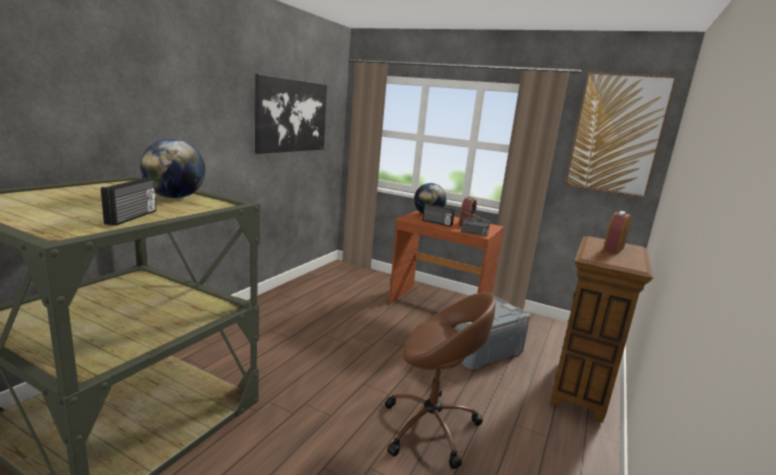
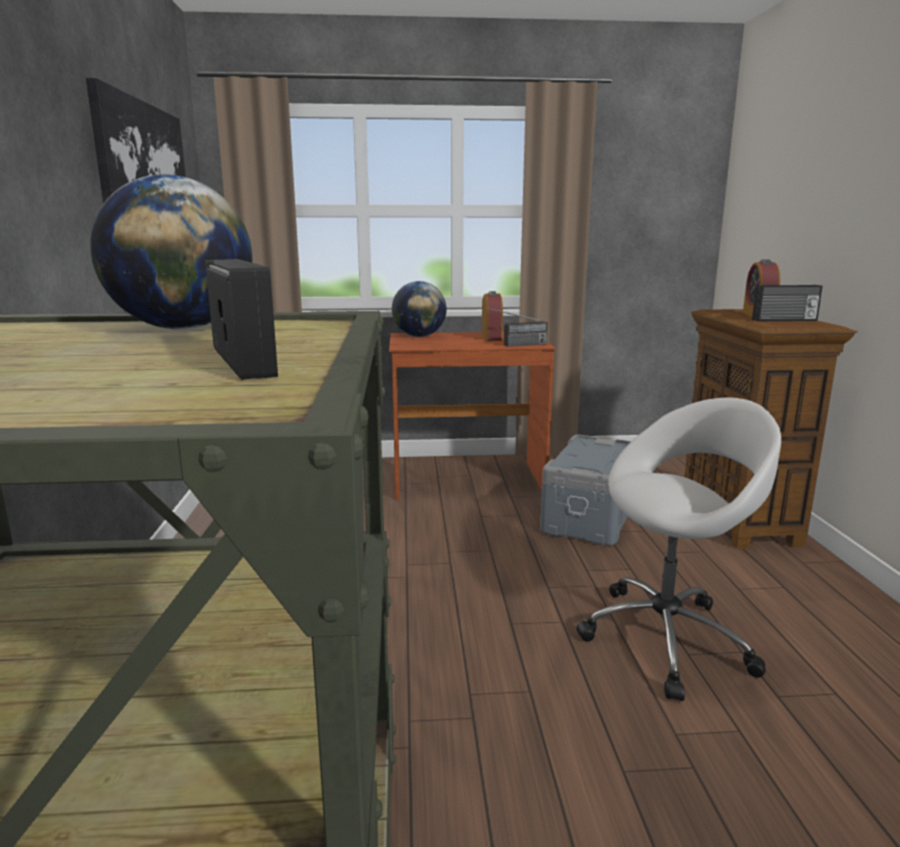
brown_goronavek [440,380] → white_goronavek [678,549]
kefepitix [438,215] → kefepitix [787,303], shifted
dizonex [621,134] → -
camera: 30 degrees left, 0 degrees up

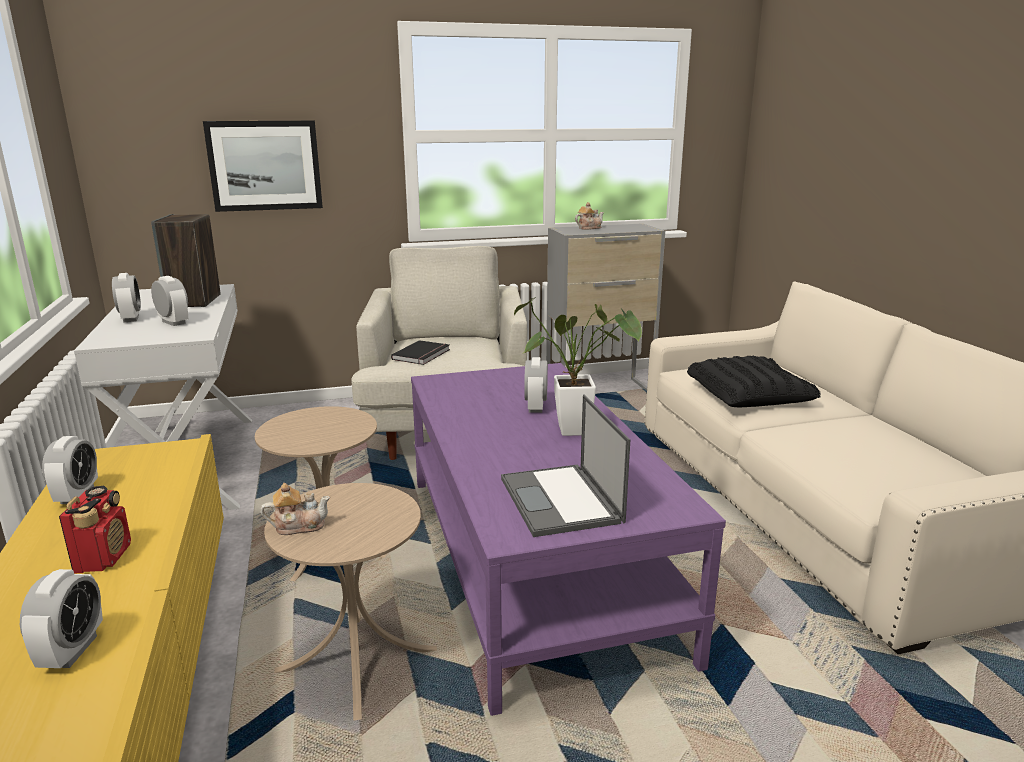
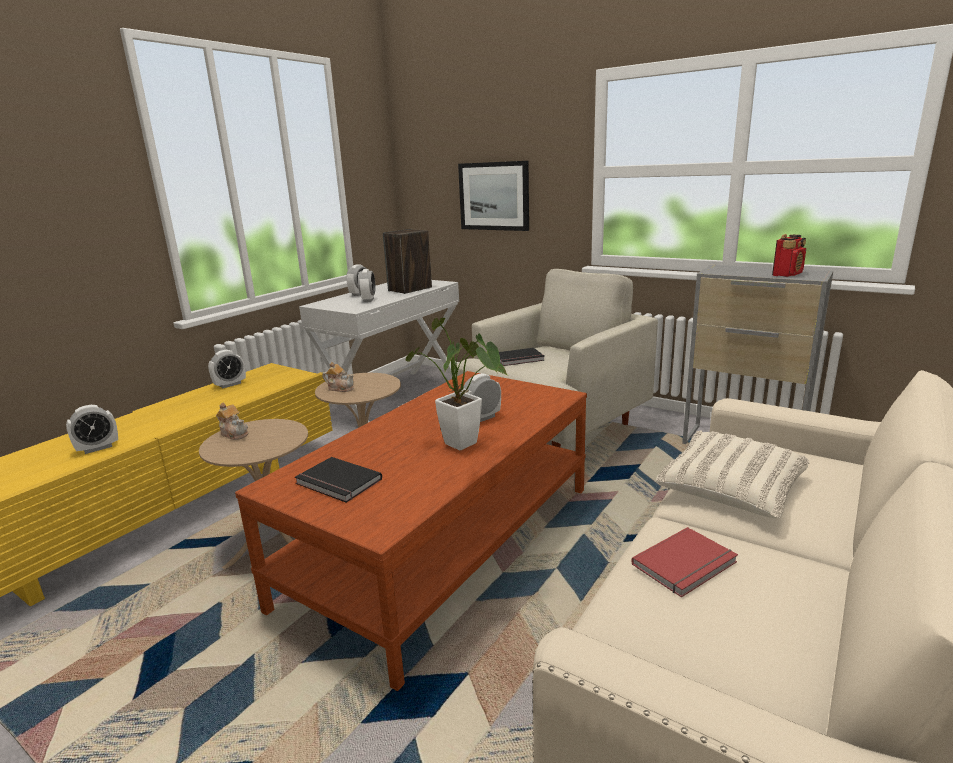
kefepitix [95,529] → kefepitix [789,255], shifted
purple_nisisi [568,539] → brown_nisisi [411,531]
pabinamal [565,466] → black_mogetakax [338,479]
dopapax [589,216] → dopapax [338,377], shifted
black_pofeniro [754,381] → beige_pofeniro [733,474]
- → red_mogetakax [684,562]
camera: 50 degrees right, 0 degrees up

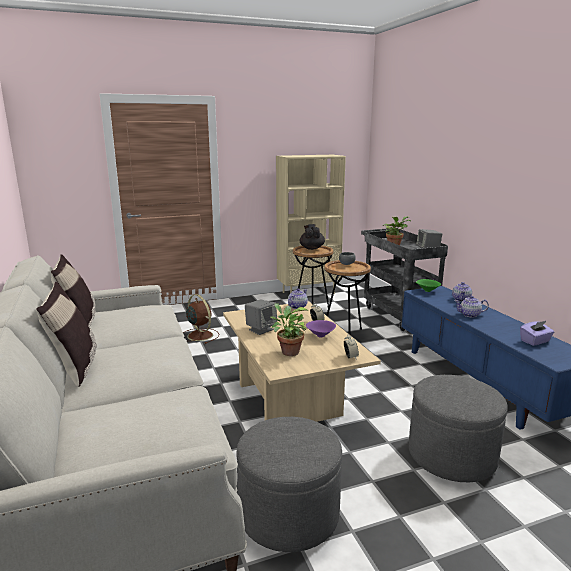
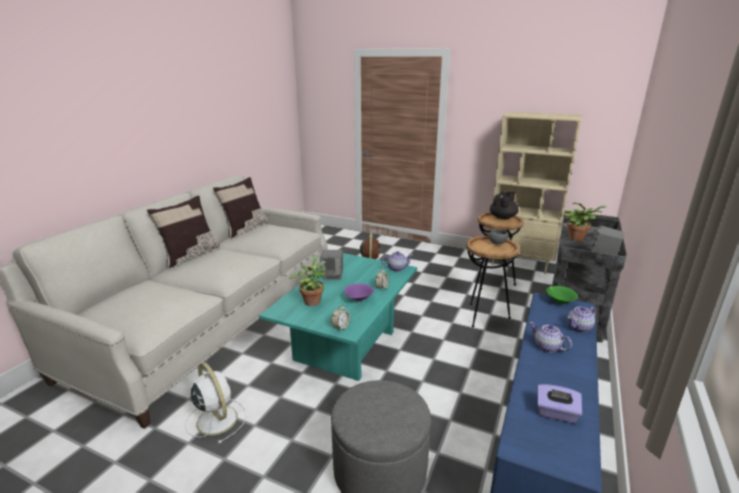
beige_nisisi [302,361] → turquoise_nisisi [338,317]
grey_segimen [289,484] → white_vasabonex [215,403]
camera: 45 degrees right, 5 degrees up

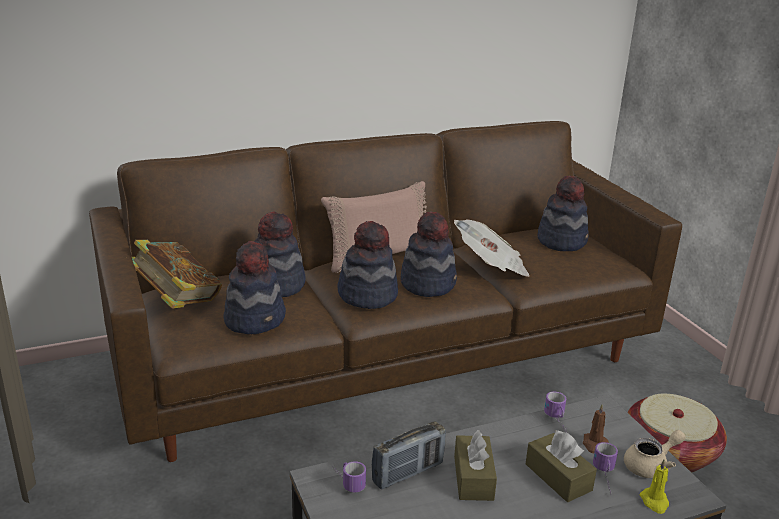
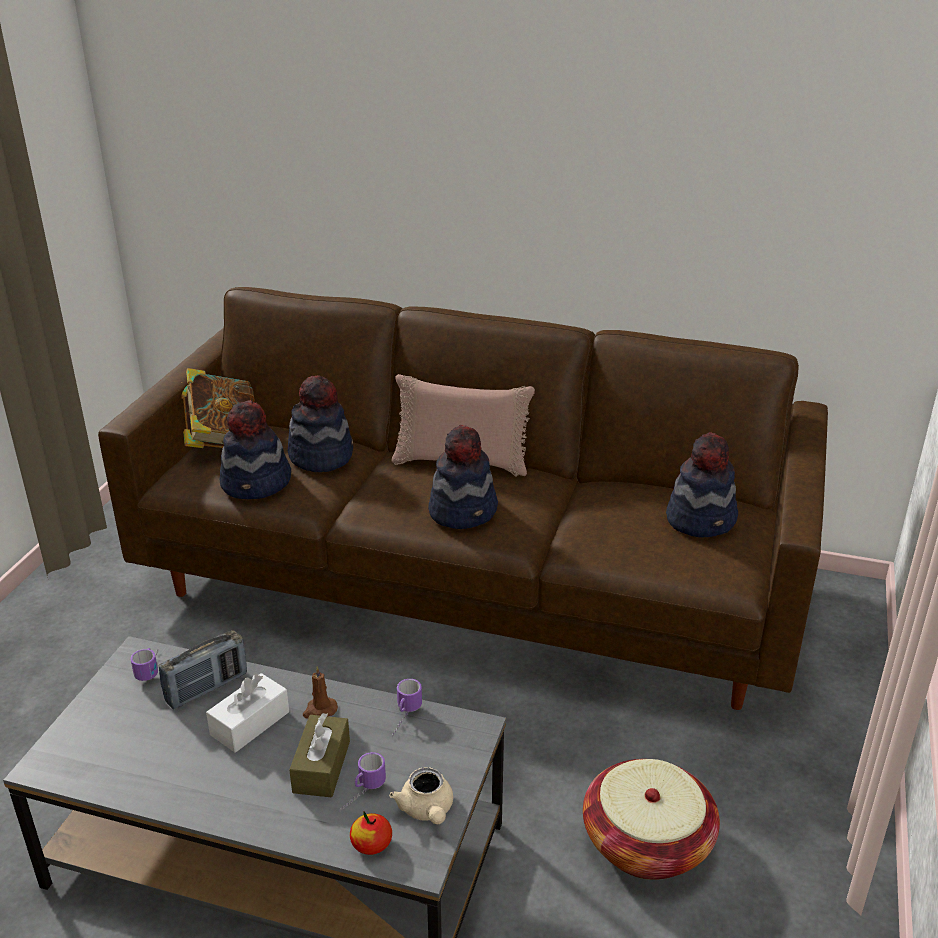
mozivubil [367,265] → -
kefepitix [408,455] → kefepitix [203,669], 45 degrees counterclockwise
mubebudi [492,248] → -
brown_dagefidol [475,465] → white_dagefidol [247,713]
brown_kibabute [596,429] → brown_kibabute [320,692], shifted
beige_dopapax [654,454] → beige_dopapax [421,795], 60 degrees clockwise
yellow_kibabute [654,487] → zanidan [371,833]
camera: 40 degrees right, 5 degrees up

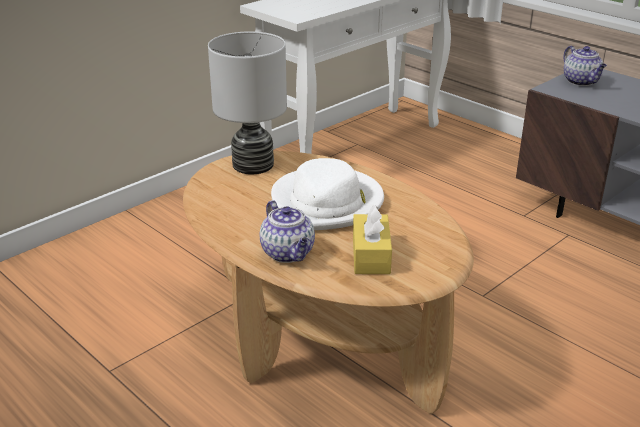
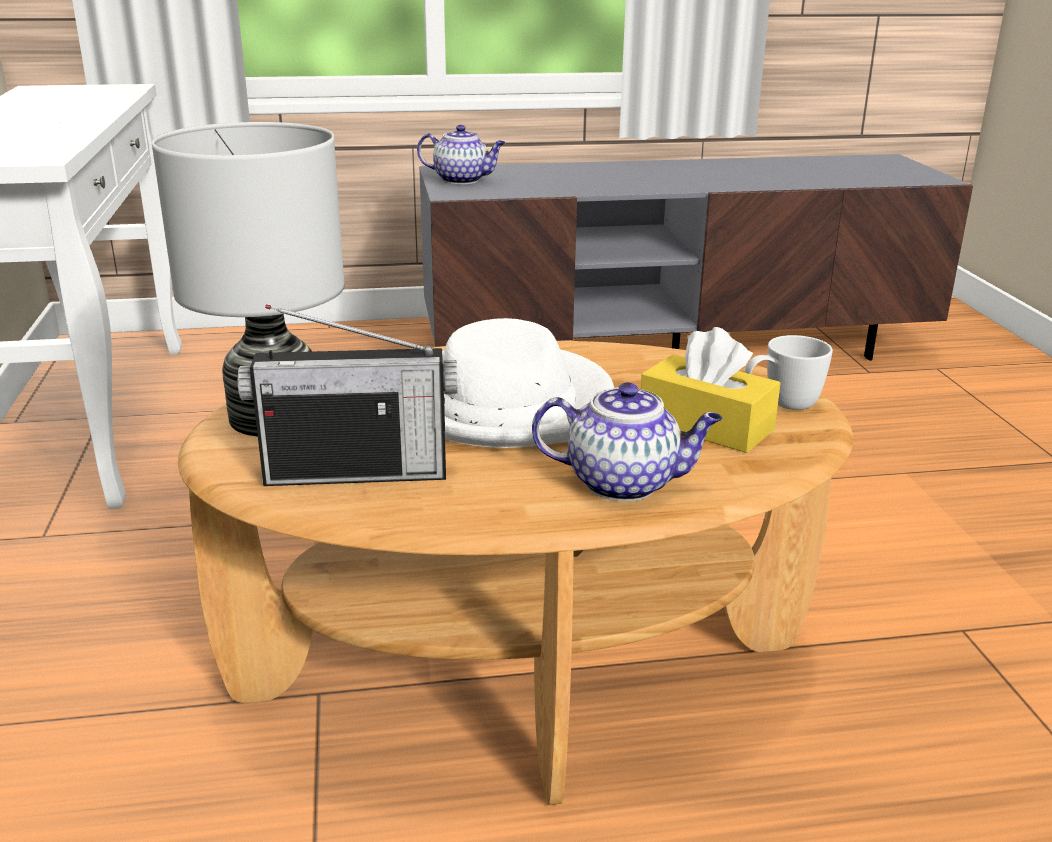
- → kefepitix [347,395]
- → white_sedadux [789,372]
camera: 55 degrees left, 5 degrees down

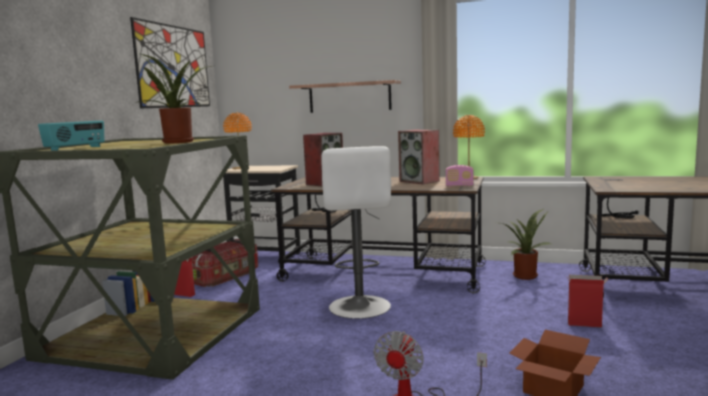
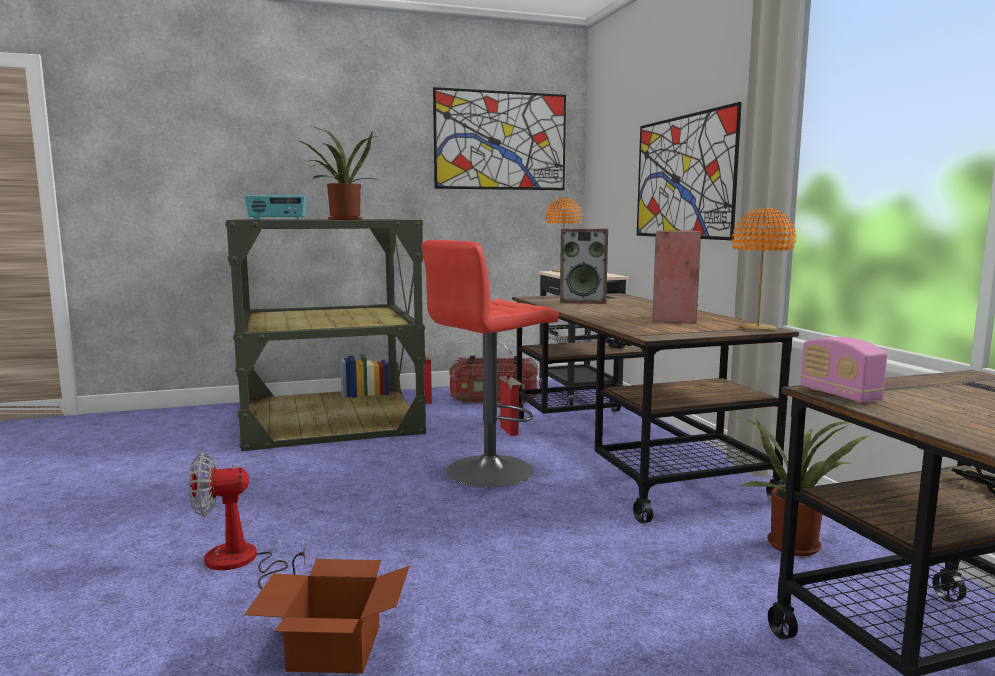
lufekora [345,96] → dizonex [689,171]
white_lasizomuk [356,232] → red_lasizomuk [490,363]
kefepitix [460,176] → kefepitix [843,370], shifted
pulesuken [587,301] → pulesuken [510,406], shifted
camera: 55 degrees right, 0 degrees up

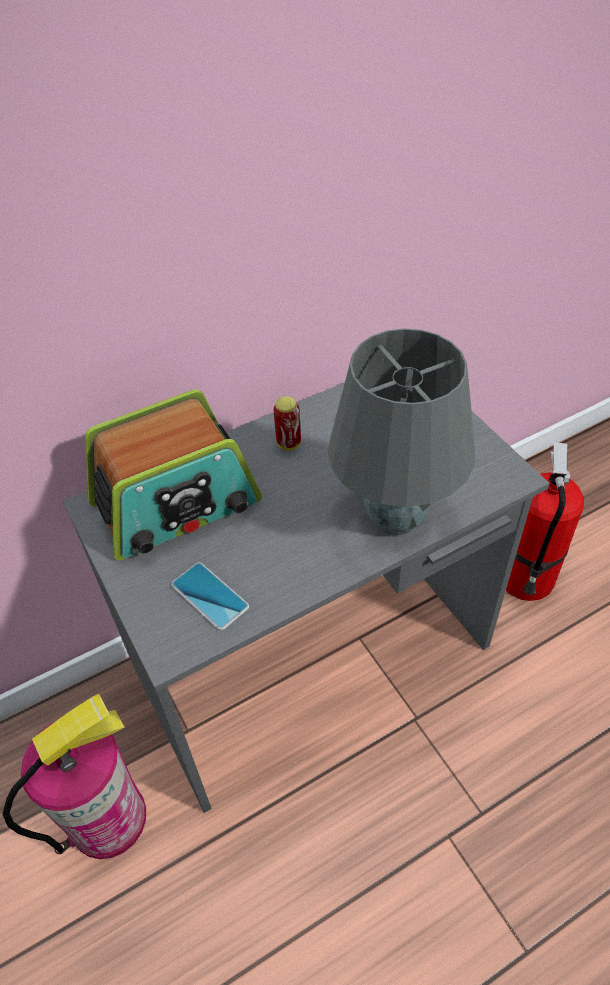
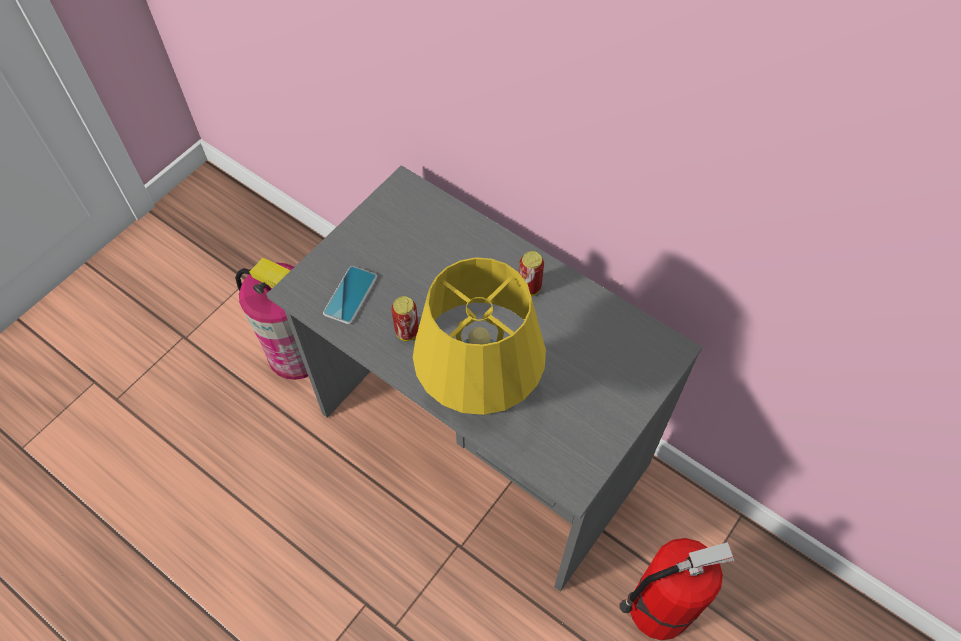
kefepitix [173,474] → -
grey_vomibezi [401,431] → yellow_vomibezi [479,336]
- → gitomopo [405,318]
camera: 65 degrees right, 10 degrees up

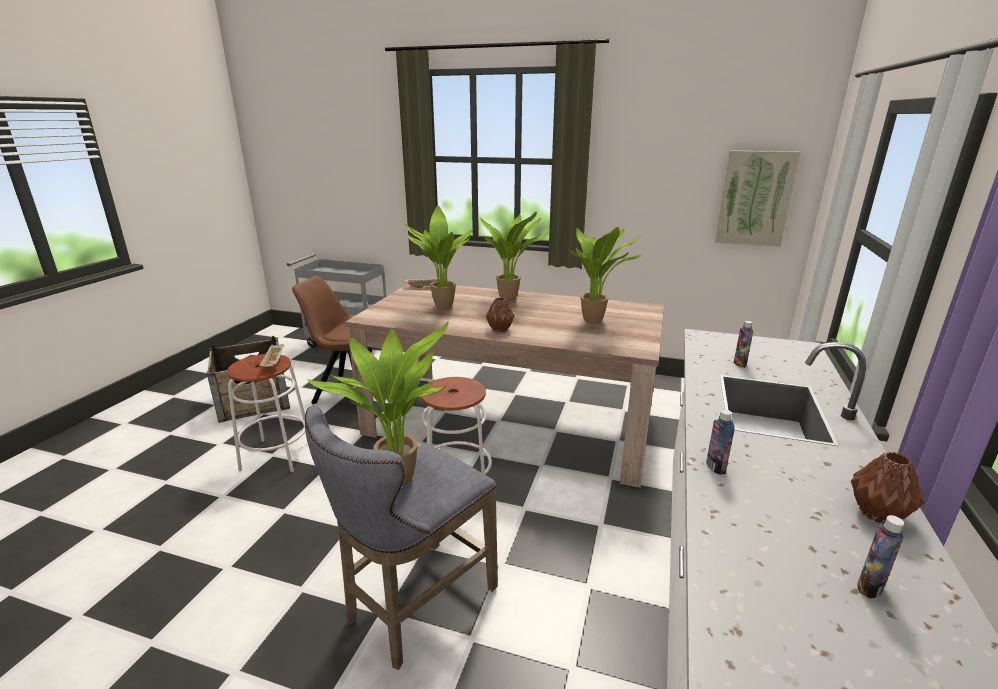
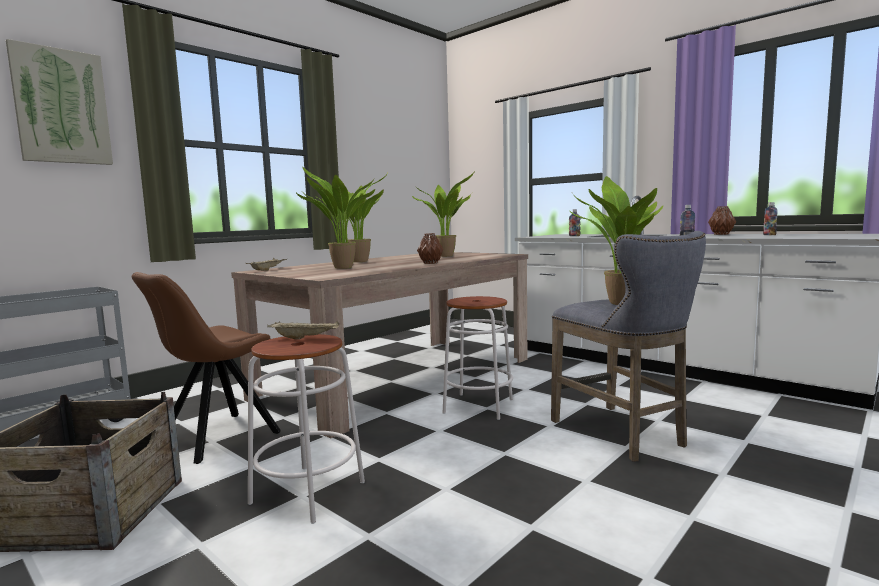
dizonex [758,198] → dizonex [59,102], shifted
camera: 65 degrees left, 15 degrees down

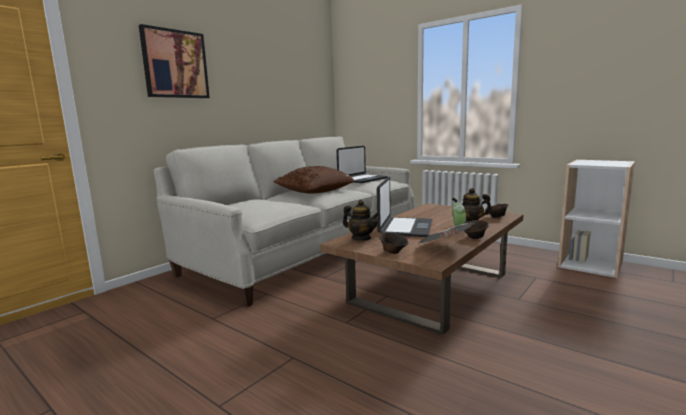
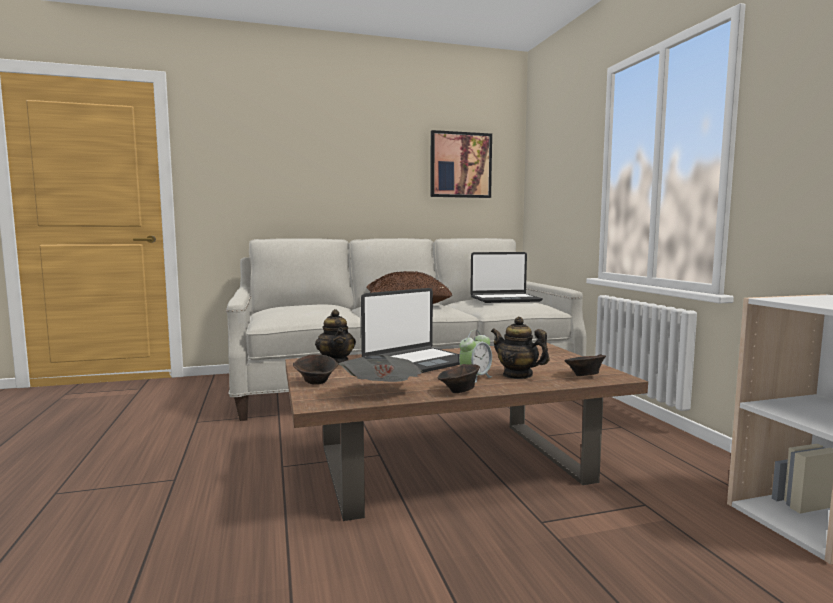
dizonex [174,61] → dizonex [461,164], shifted
camera: 35 degrees right, 5 degrees down

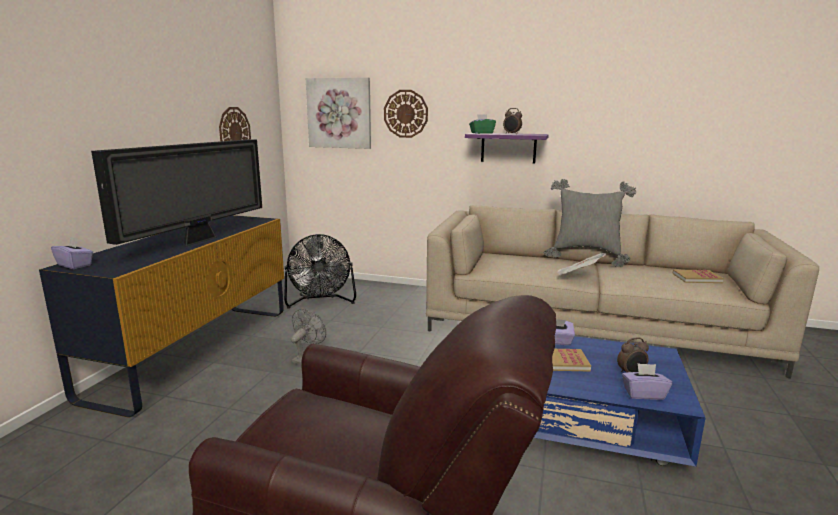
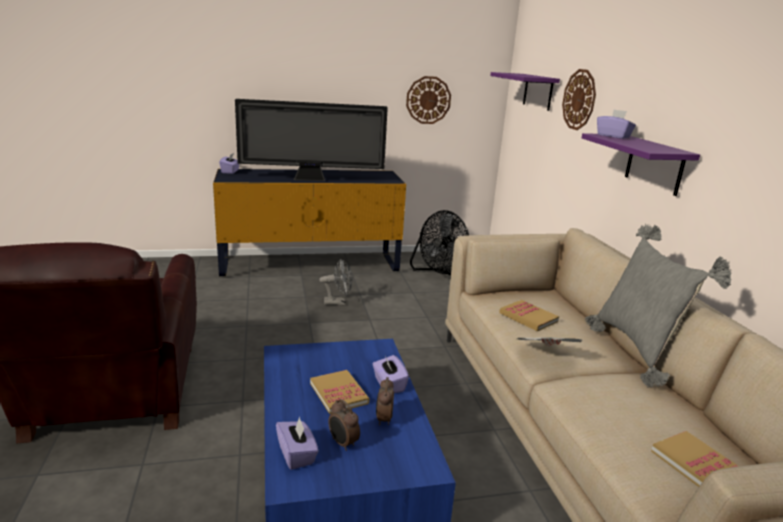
dizonex [338,113] → purple_lufekora [525,91]
green_dagefidol [482,124] → purple_dagefidol [616,124]
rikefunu [512,120] → rikefunu [385,401], shifted
- → mogetakax [529,315]
camera: 60 degrees right, 5 degrees up

